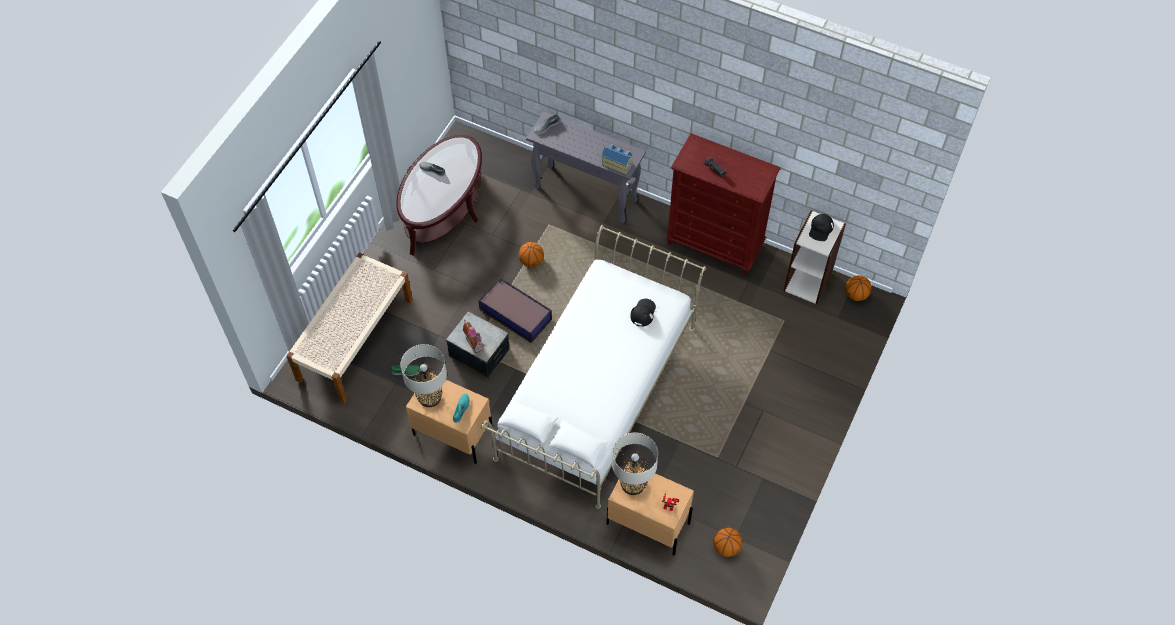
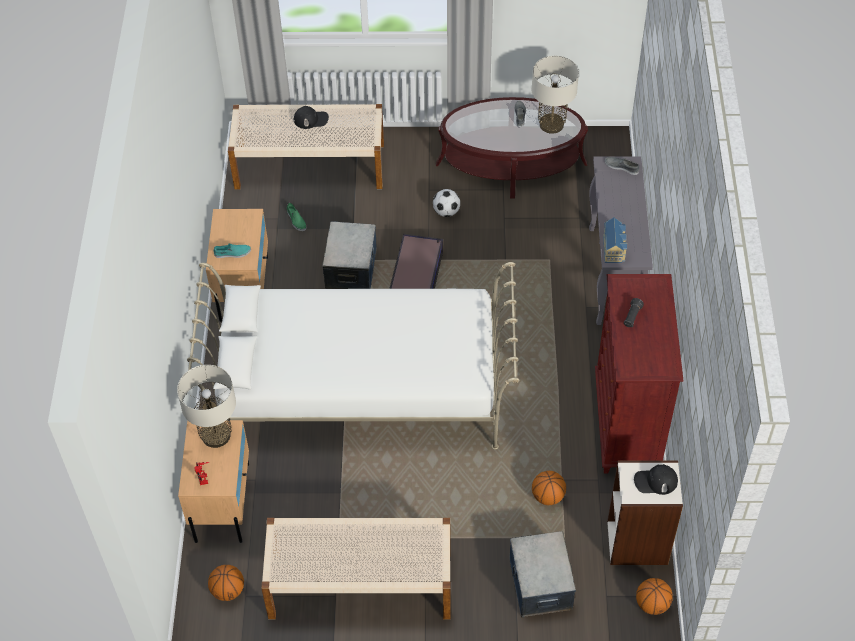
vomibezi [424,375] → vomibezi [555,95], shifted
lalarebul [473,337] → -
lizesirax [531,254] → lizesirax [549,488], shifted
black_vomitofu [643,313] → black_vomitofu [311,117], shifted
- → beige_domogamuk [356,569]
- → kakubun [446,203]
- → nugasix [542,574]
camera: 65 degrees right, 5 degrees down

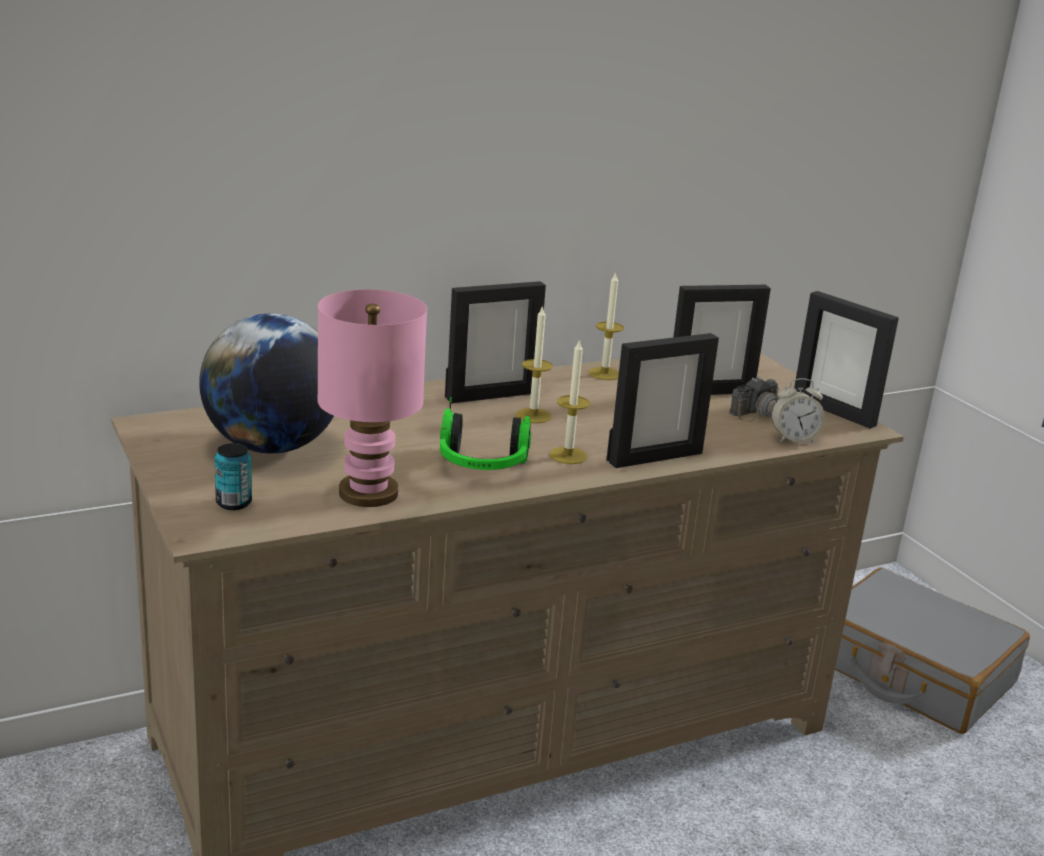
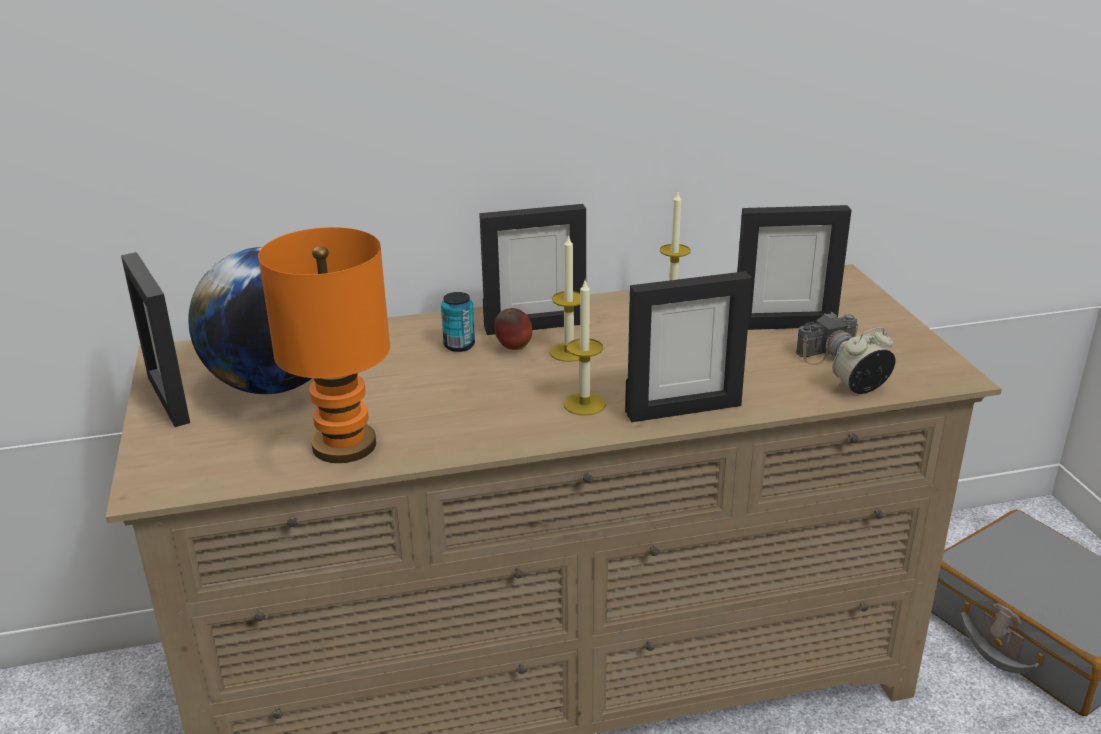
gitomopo [233,476] → gitomopo [458,322], shifted
pink_vomibezi [372,398] → orange_vomibezi [324,345]
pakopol [485,433] → -
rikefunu [798,410] → rikefunu [864,360], 150 degrees clockwise
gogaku [846,360] → gogaku [155,339], shifted
- → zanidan [513,329]
camera: 15 degrees right, 5 degrees up

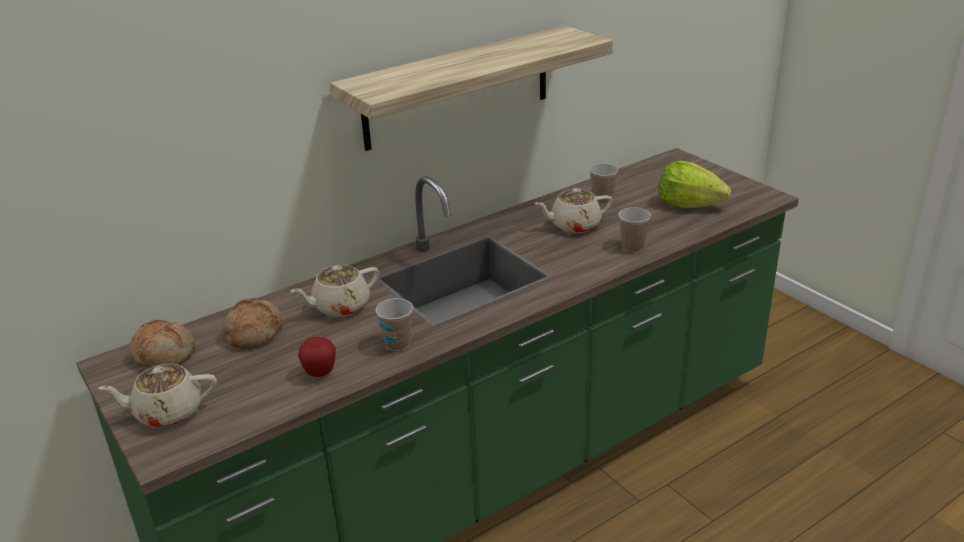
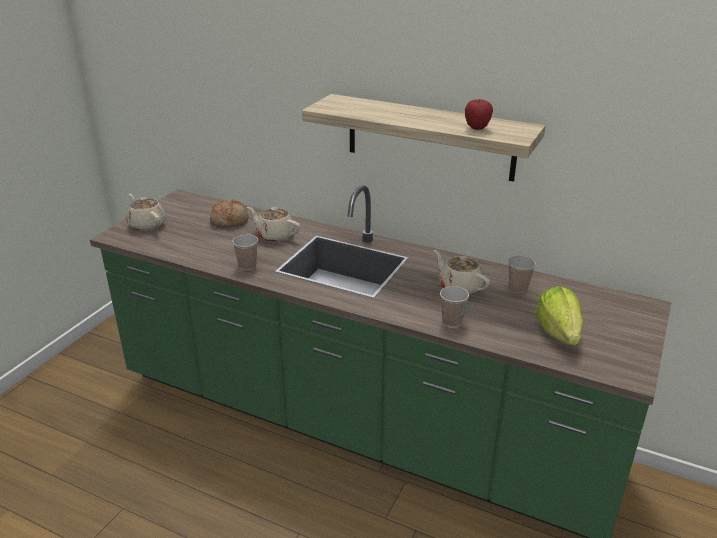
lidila [162,344] → -
zanidan [317,357] → zanidan [479,114], shifted
camera: 60 degrees right, 0 degrees up

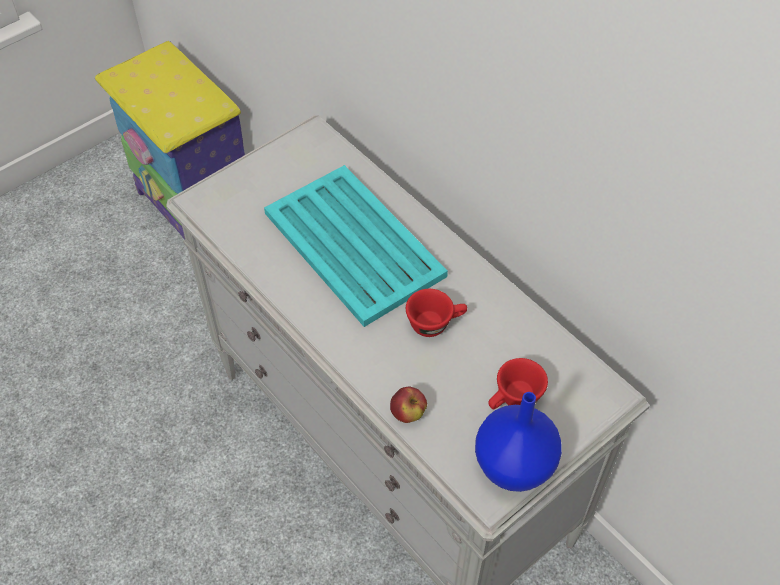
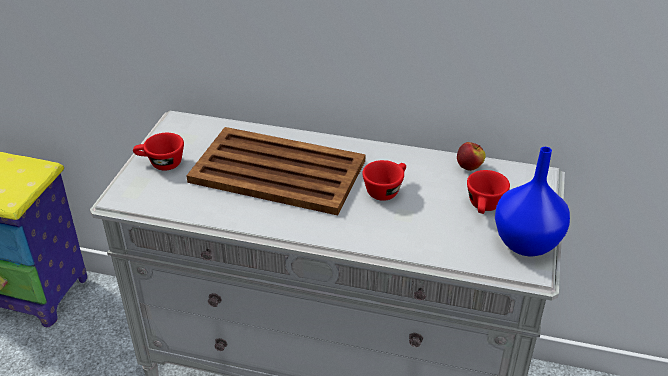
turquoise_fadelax [356,246] → brown_fadelax [276,171]
zanidan [408,404] → zanidan [471,156], shifted
- → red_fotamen [158,152]
camera: 35 degrees left, 15 degrees down

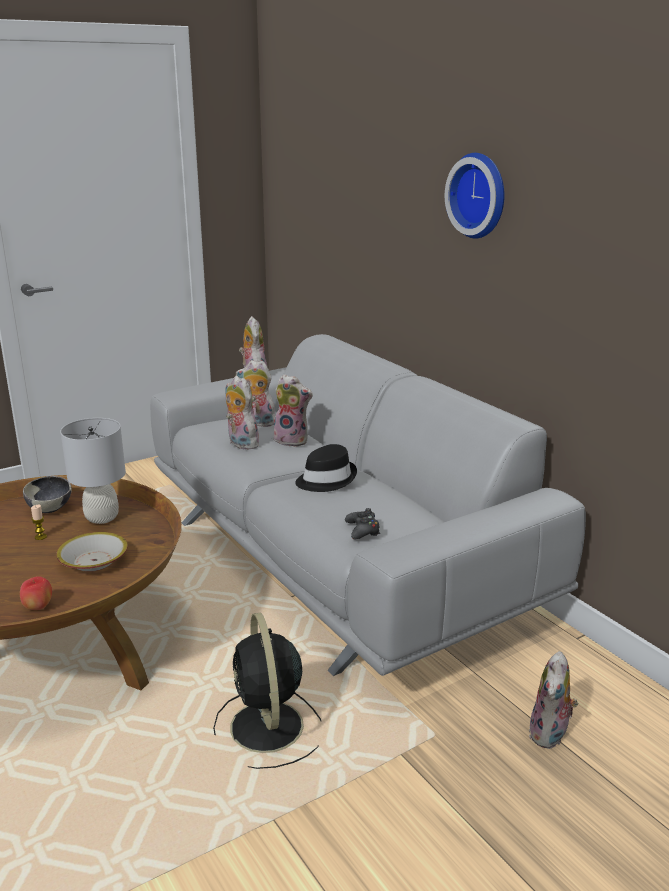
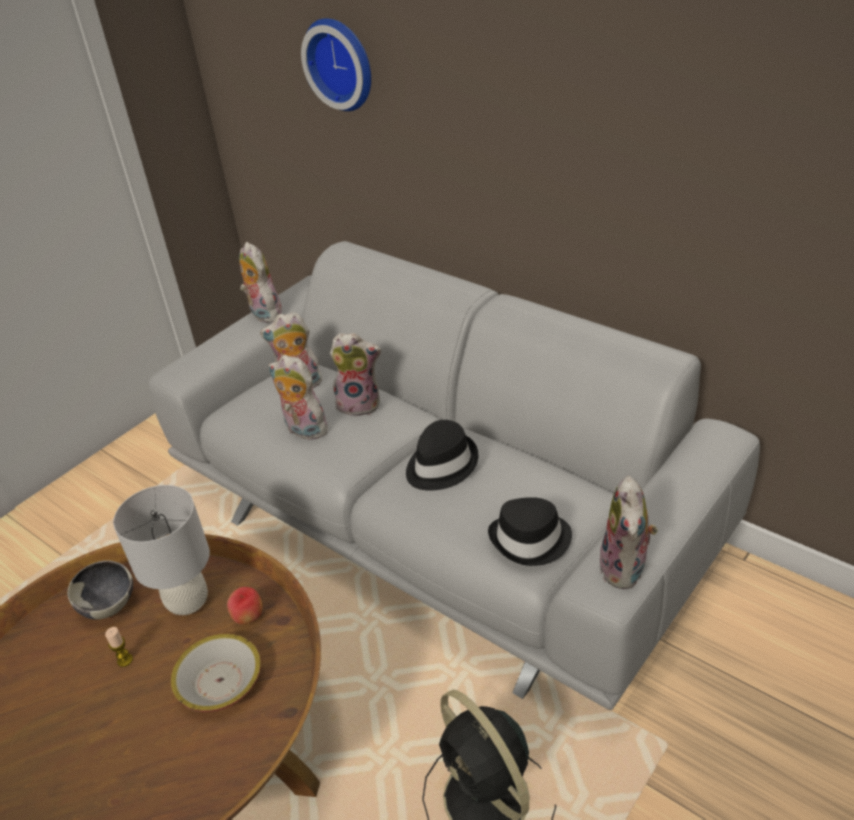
zanidan [36,593] → zanidan [244,606], shifted
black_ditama [362,523] → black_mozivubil [530,531]
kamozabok [475,196] → kamozabok [336,65], shifted
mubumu [553,700] → mubumu [628,532], shifted
camera: 15 degrees left, 15 degrees up

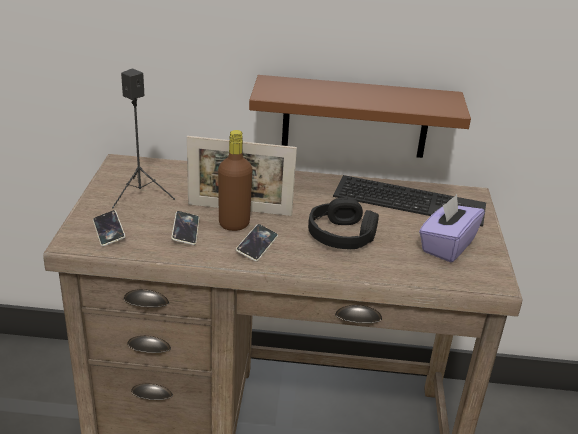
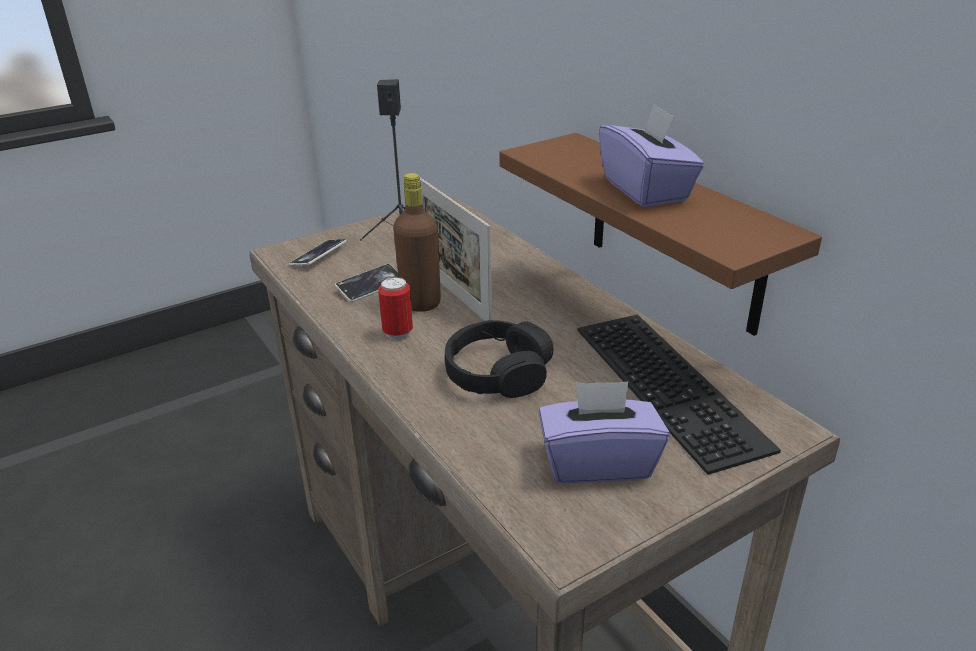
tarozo [257,242] → gitomopo [395,308]
- → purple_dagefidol [651,155]
camera: 55 degrees right, 0 degrees up

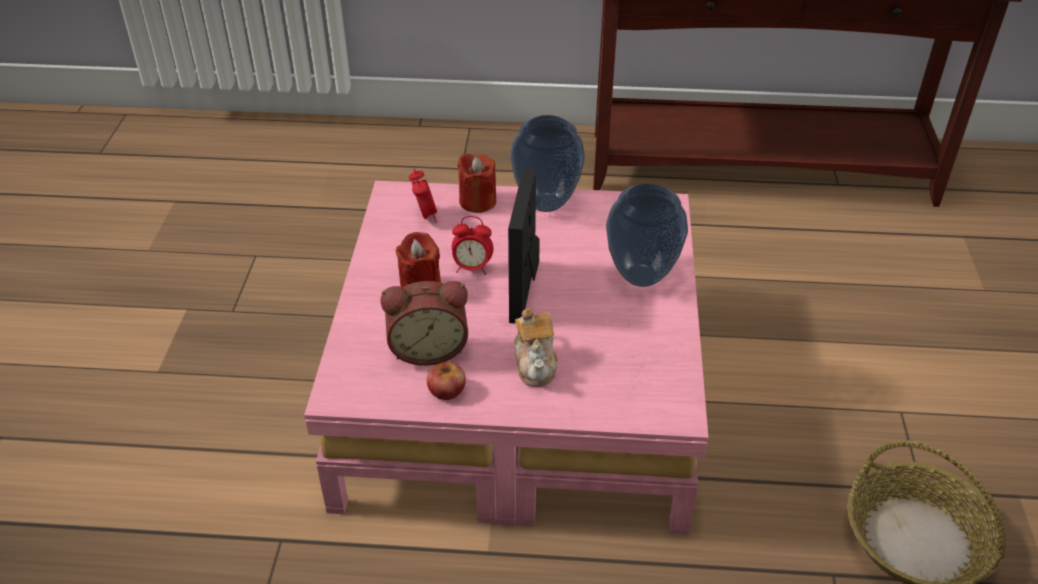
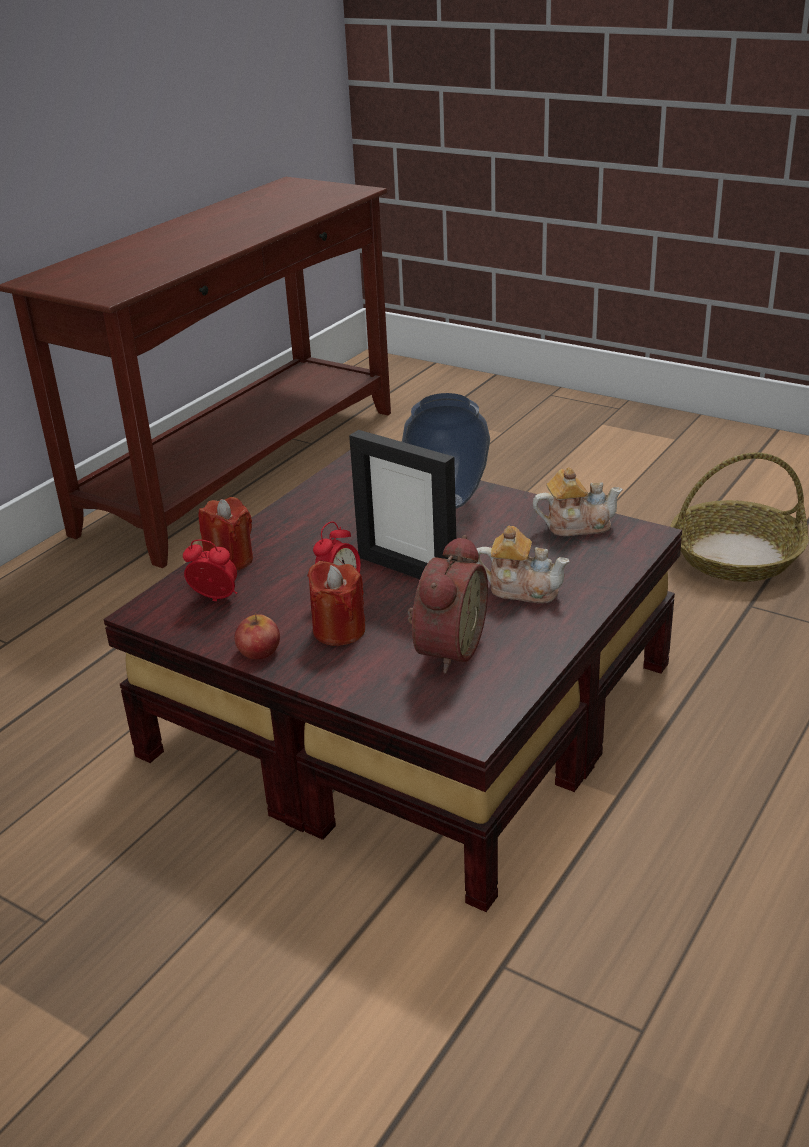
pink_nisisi [506,358] → brown_nisisi [392,681]
zanidan [446,381] → zanidan [257,636], shifted
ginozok [547,163] → -
- → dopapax [578,501]
camera: 60 degrees left, 10 degrees down

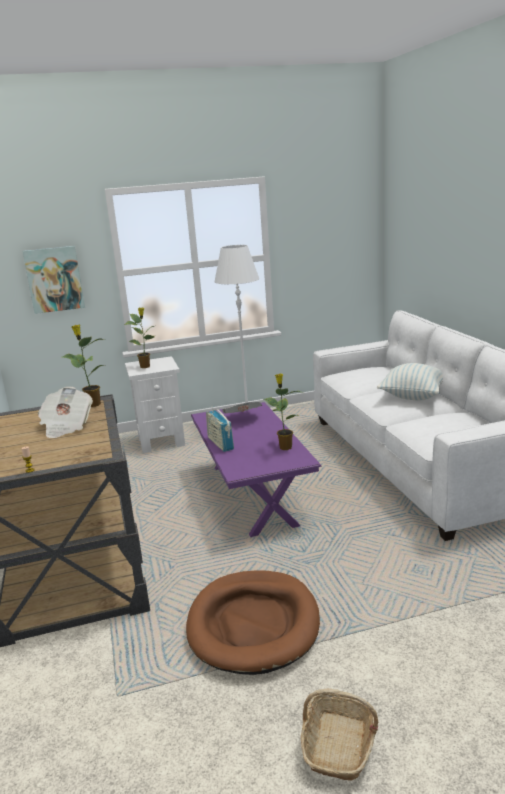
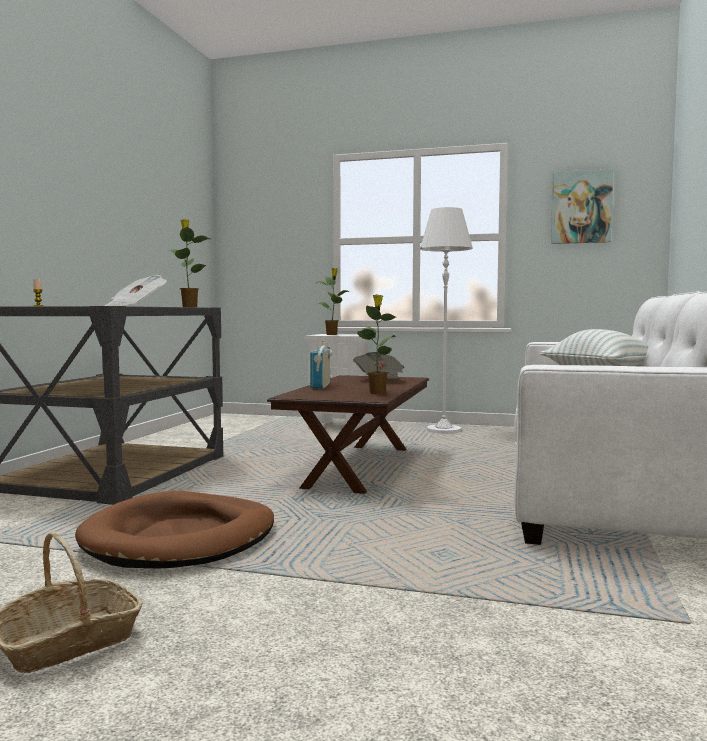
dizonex [53,280] → dizonex [582,206], shifted
purple_nisisi [256,469] → brown_nisisi [348,434]
camera: 30 degrees right, 15 degrees down

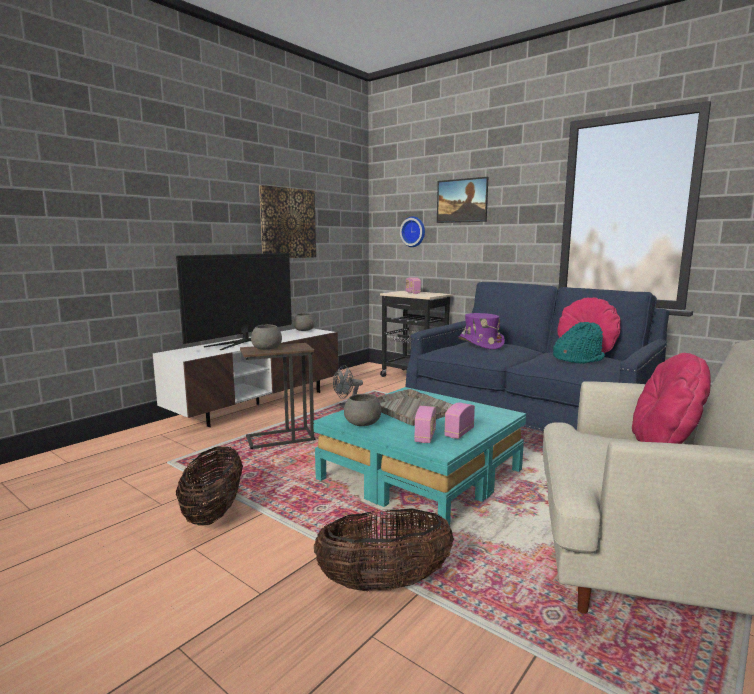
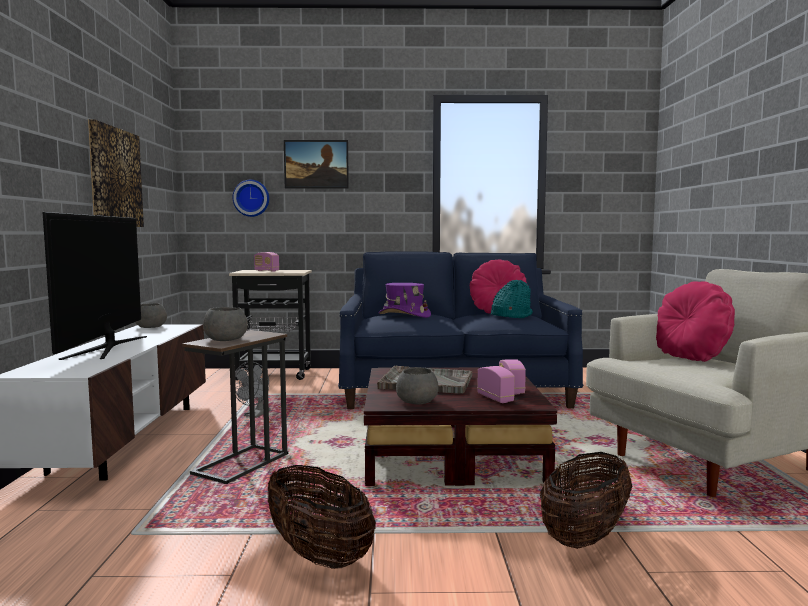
turquoise_nisisi [419,458] → brown_nisisi [460,427]
camera: 40 degrees left, 5 degrees down

